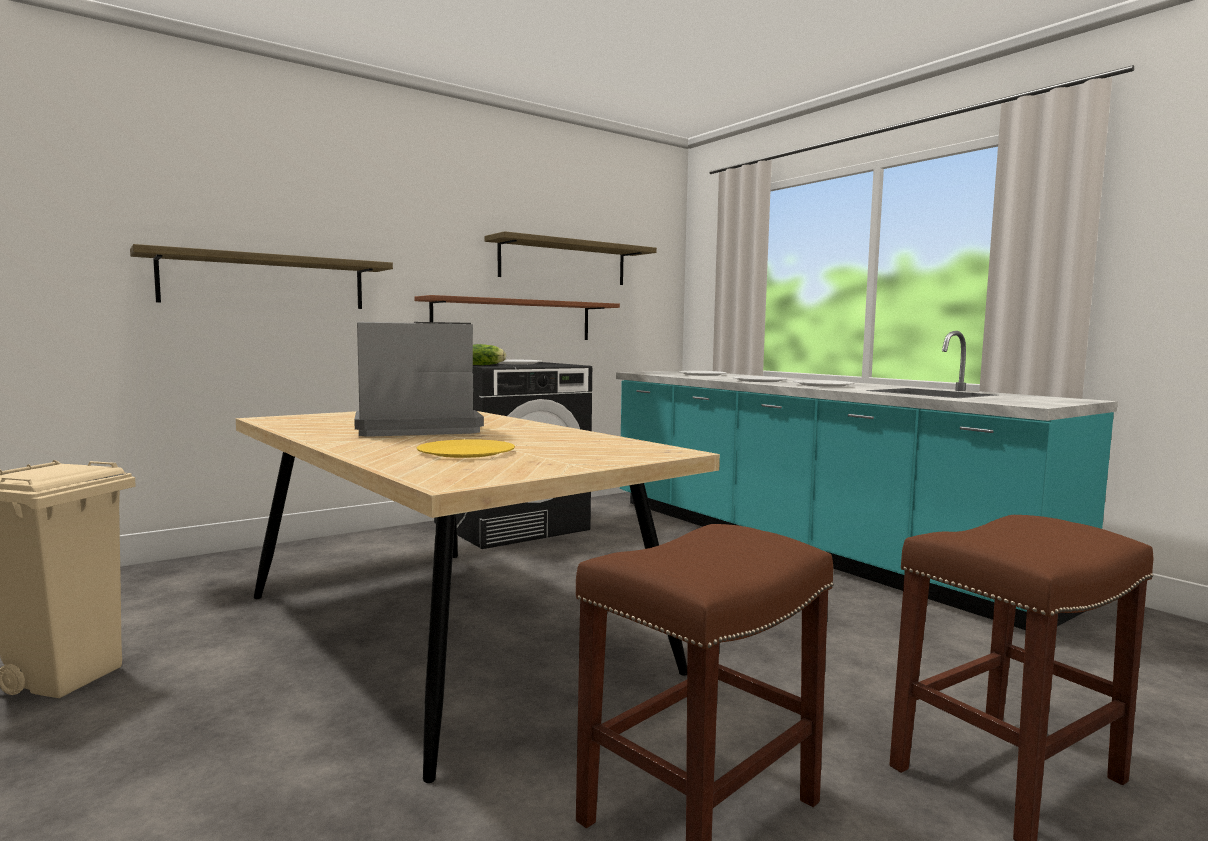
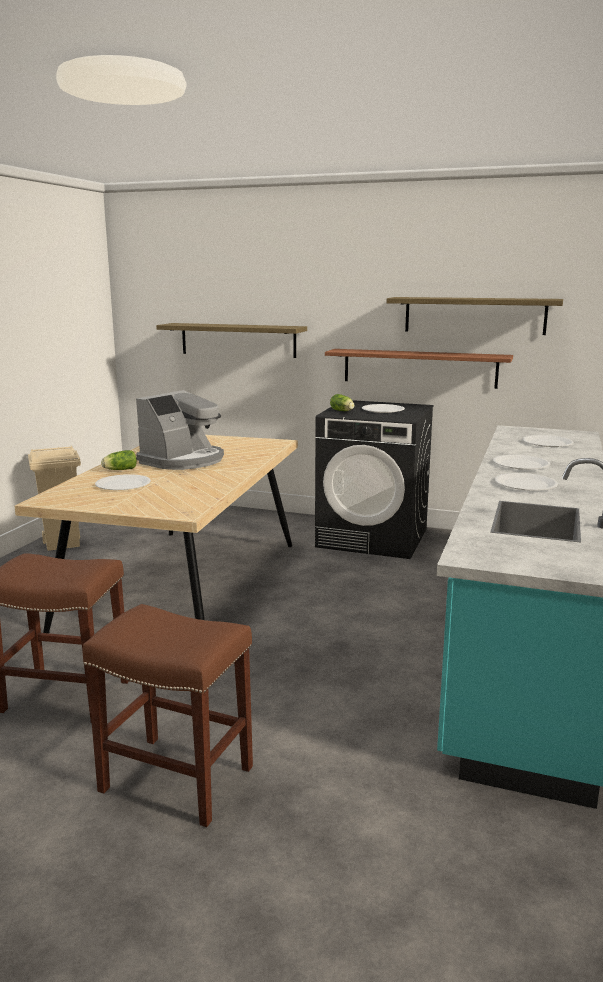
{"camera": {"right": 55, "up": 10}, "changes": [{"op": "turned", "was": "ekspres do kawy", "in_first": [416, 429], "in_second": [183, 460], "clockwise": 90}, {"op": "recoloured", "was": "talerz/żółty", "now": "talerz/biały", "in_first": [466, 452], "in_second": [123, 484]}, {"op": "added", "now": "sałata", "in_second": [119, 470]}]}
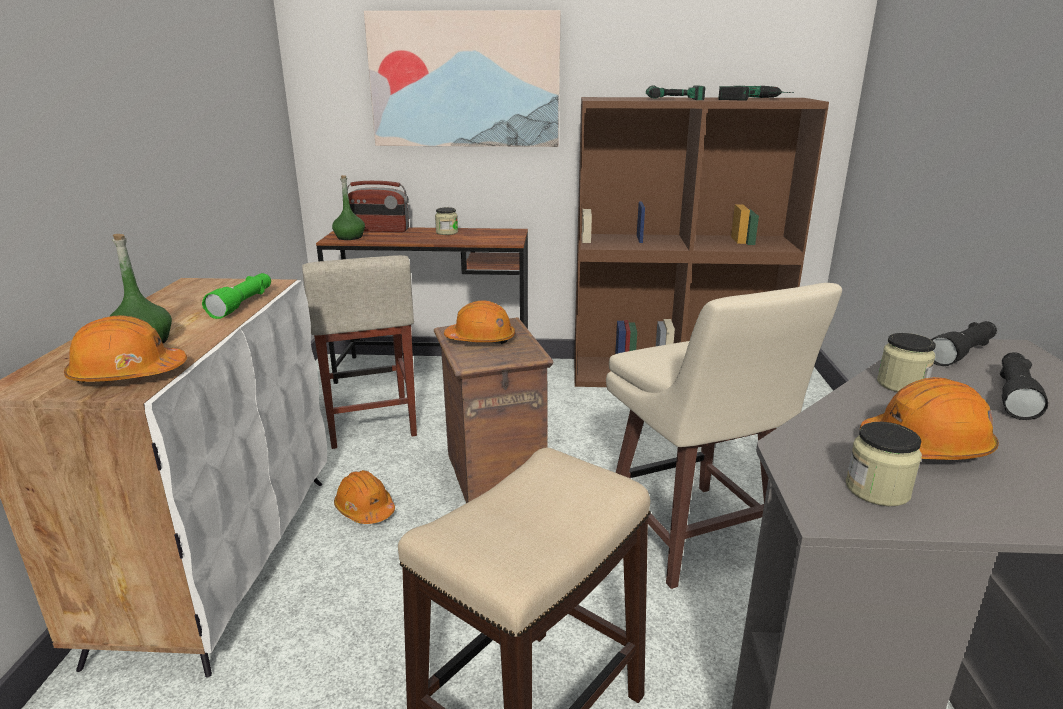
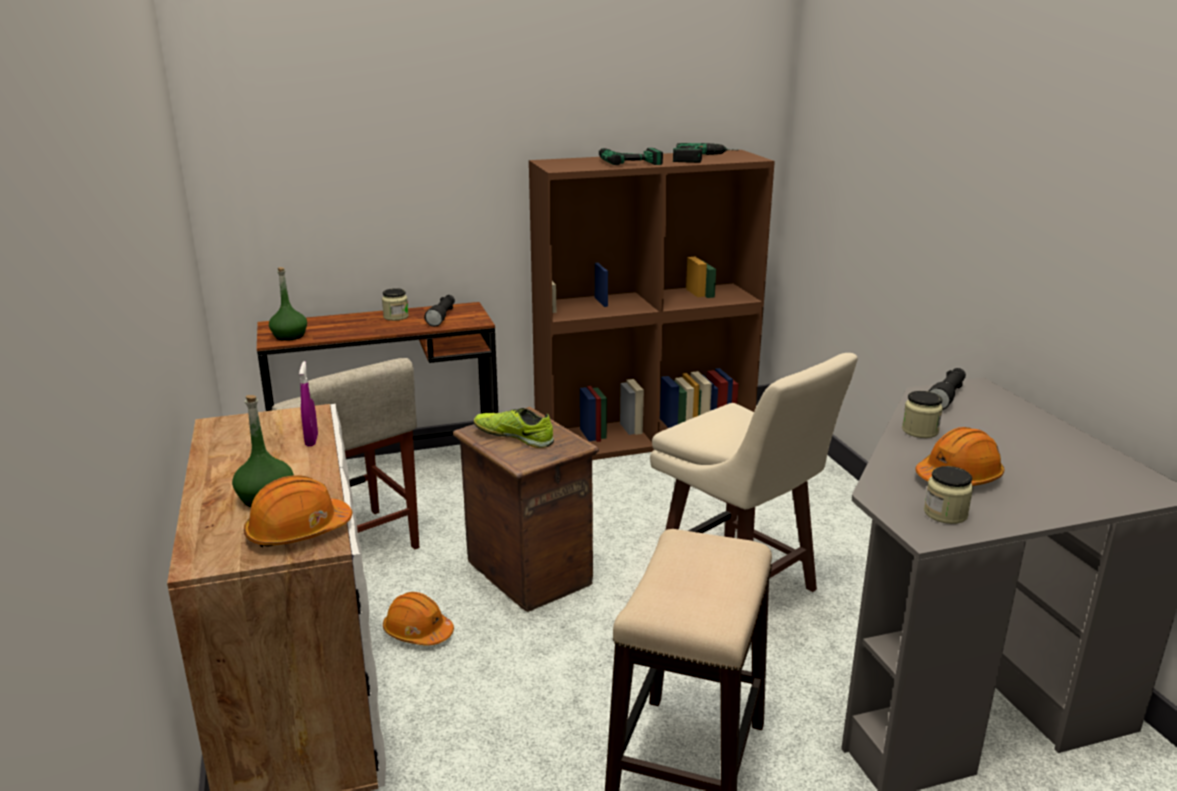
{"camera": {"right": -20, "up": 0}, "changes": [{"op": "replaced", "was": "latarka/zielony", "now": "spryskiwacz/fioletowy", "in_first": [243, 304], "in_second": [311, 440]}, {"op": "removed", "was": "radio", "in_first": [379, 230]}, {"op": "removed", "was": "obraz", "in_first": [465, 80]}, {"op": "replaced", "was": "kask/pomarańczowy", "now": "but", "in_first": [481, 339], "in_second": [514, 436]}, {"op": "moved", "was": "latarka/czarny", "in_first": [1014, 395], "in_second": [442, 316]}]}
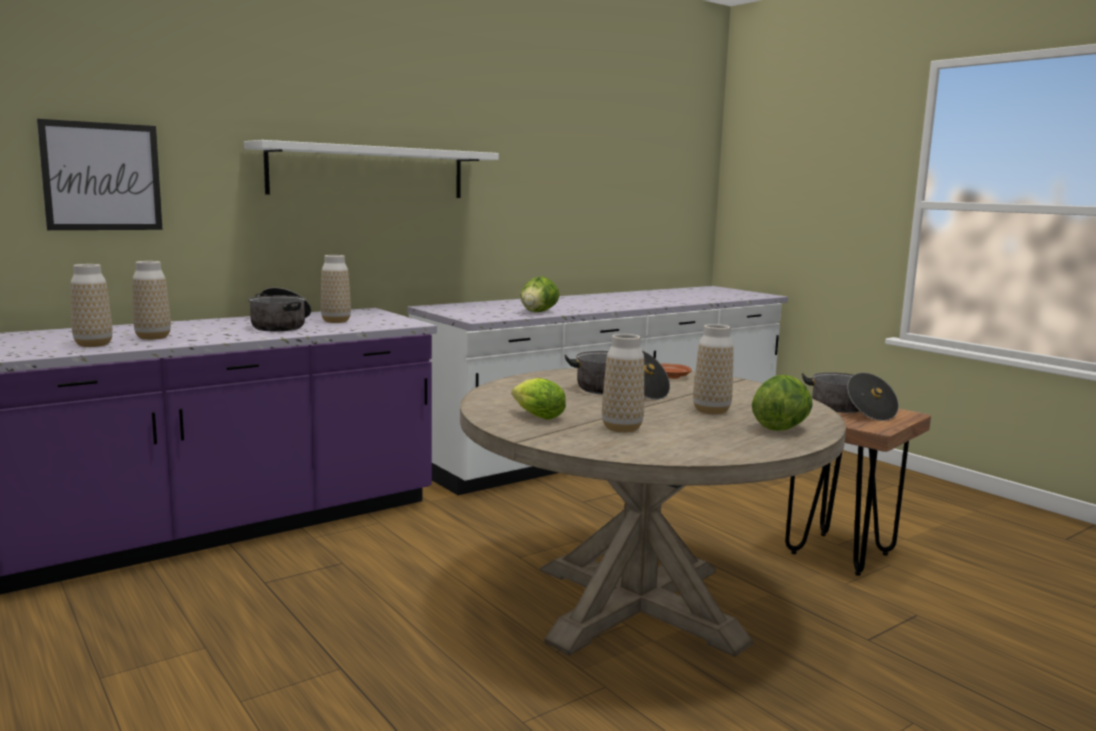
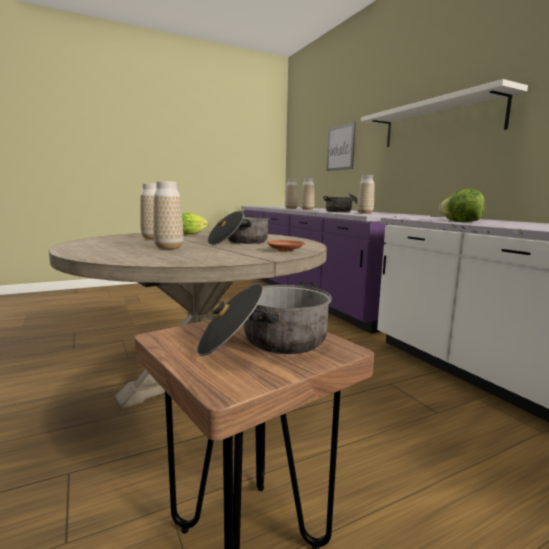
{"camera": {"right": 100, "up": 0}, "changes": [{"op": "removed", "was": "sałata", "in_first": [780, 428]}]}
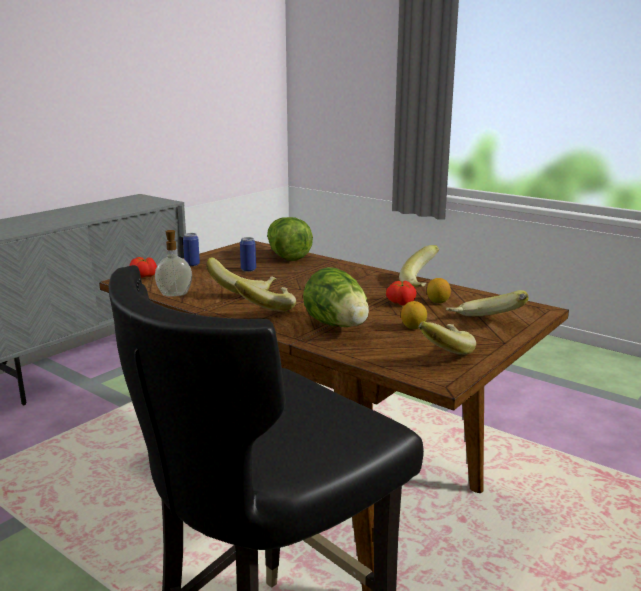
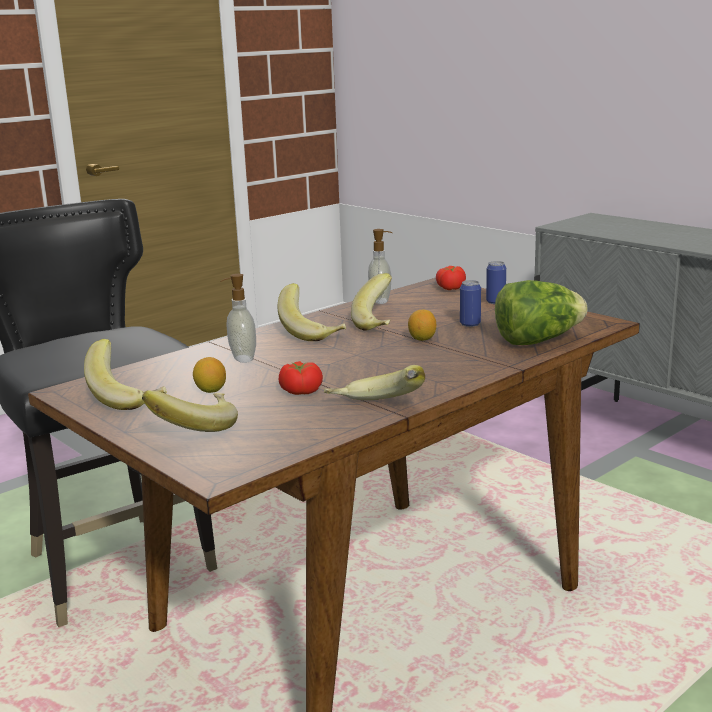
{"camera": {"right": 100, "up": 0}, "changes": [{"op": "replaced", "was": "sałata", "now": "dozownik mydła", "in_first": [338, 326], "in_second": [242, 359]}, {"op": "moved", "was": "cytryna", "in_first": [438, 302], "in_second": [422, 339]}]}
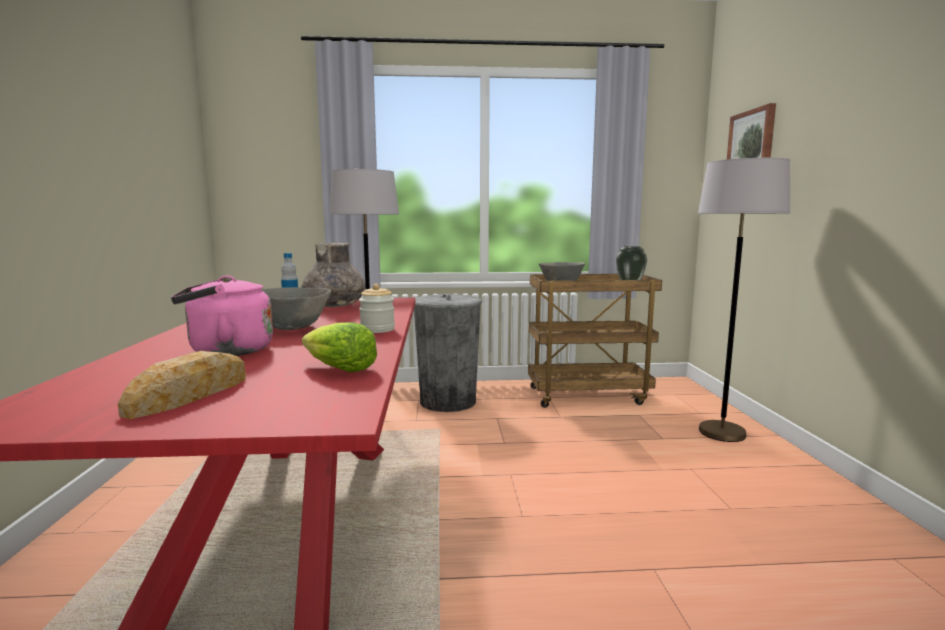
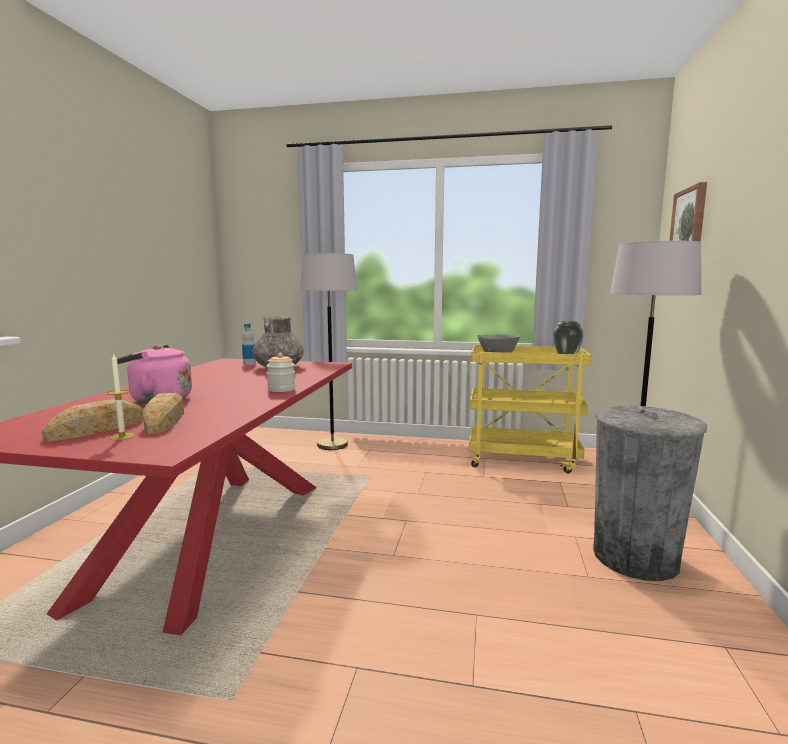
{"camera": {"right": 15, "up": 0}, "changes": [{"op": "removed", "was": "miska/szary", "in_first": [292, 328]}, {"op": "removed", "was": "sałata", "in_first": [338, 369]}, {"op": "moved", "was": "kosz na śmieci/szary", "in_first": [448, 401], "in_second": [635, 557]}, {"op": "recoloured", "was": "wózek/brązowy", "now": "wózek/żółty", "in_first": [588, 395], "in_second": [523, 460]}, {"op": "added", "now": "świeca", "in_second": [122, 436]}, {"op": "added", "now": "chleb", "in_second": [164, 420]}]}
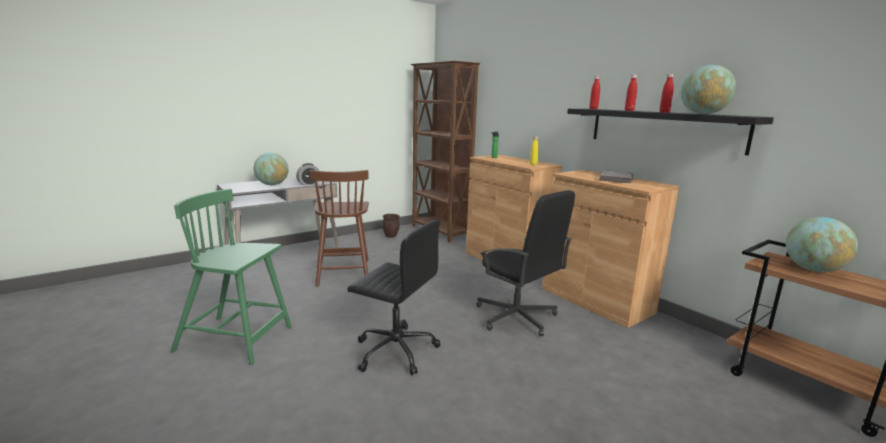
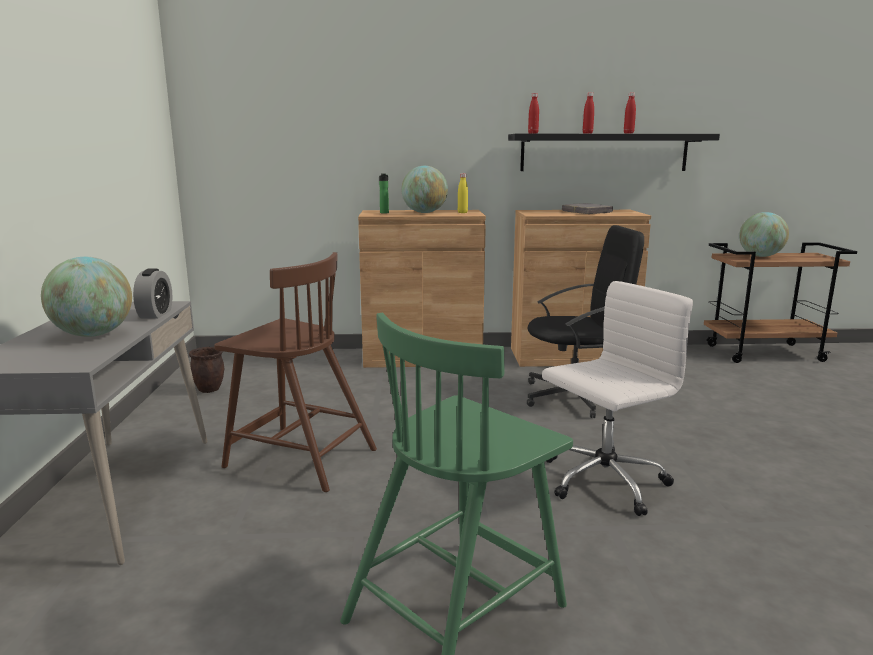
{"camera": {"right": -55, "up": 0}, "changes": [{"op": "recoloured", "was": "krzesło biurowe/czarny", "now": "krzesło biurowe/biały", "in_first": [394, 350], "in_second": [602, 481]}, {"op": "removed", "was": "regał/brązowy", "in_first": [440, 232]}, {"op": "moved", "was": "globus", "in_first": [703, 114], "in_second": [424, 212]}]}
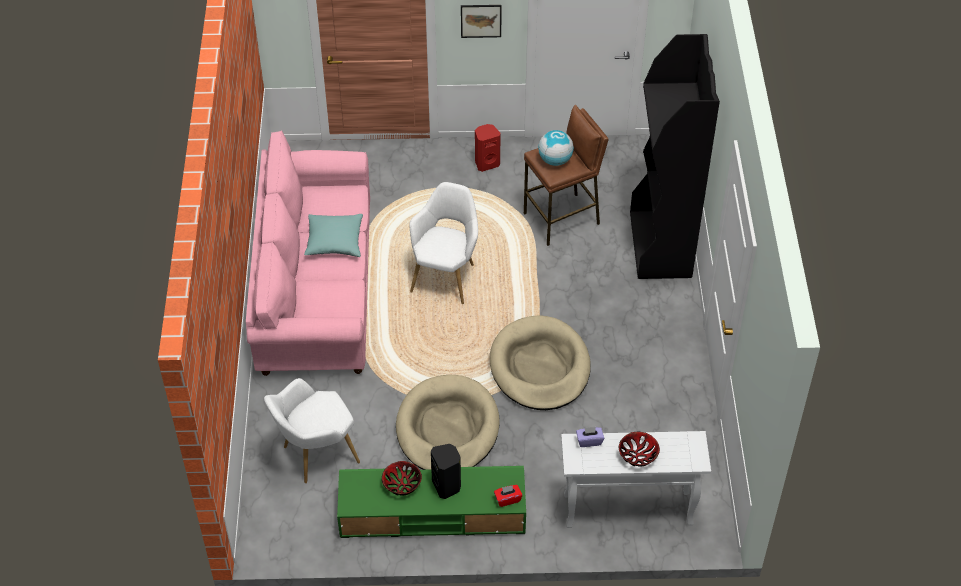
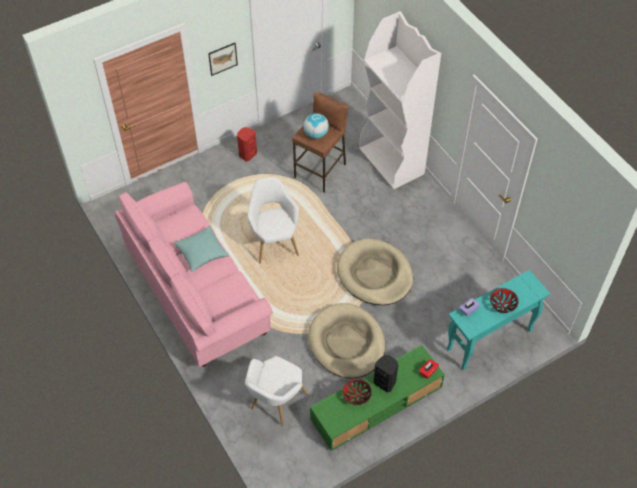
{"camera": {"right": -30, "up": 5}, "changes": [{"op": "recoloured", "was": "stolik konsolowy/biały", "now": "stolik konsolowy/turkusowy", "in_first": [626, 510], "in_second": [489, 340]}, {"op": "recoloured", "was": "regał/czarny", "now": "regał/biały", "in_first": [661, 245], "in_second": [392, 161]}]}
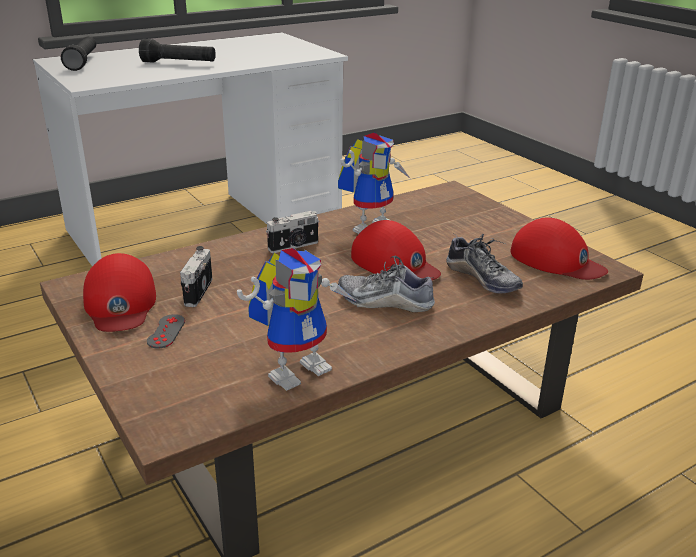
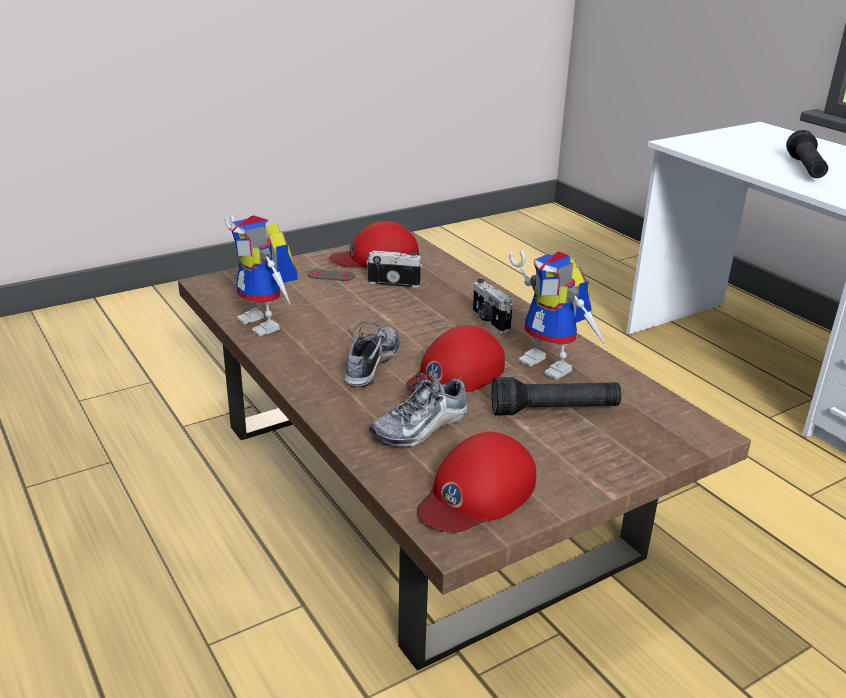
{"camera": {"right": 90, "up": 0}, "changes": [{"op": "moved", "was": "latarka/czarny", "in_first": [83, 62], "in_second": [554, 411]}]}
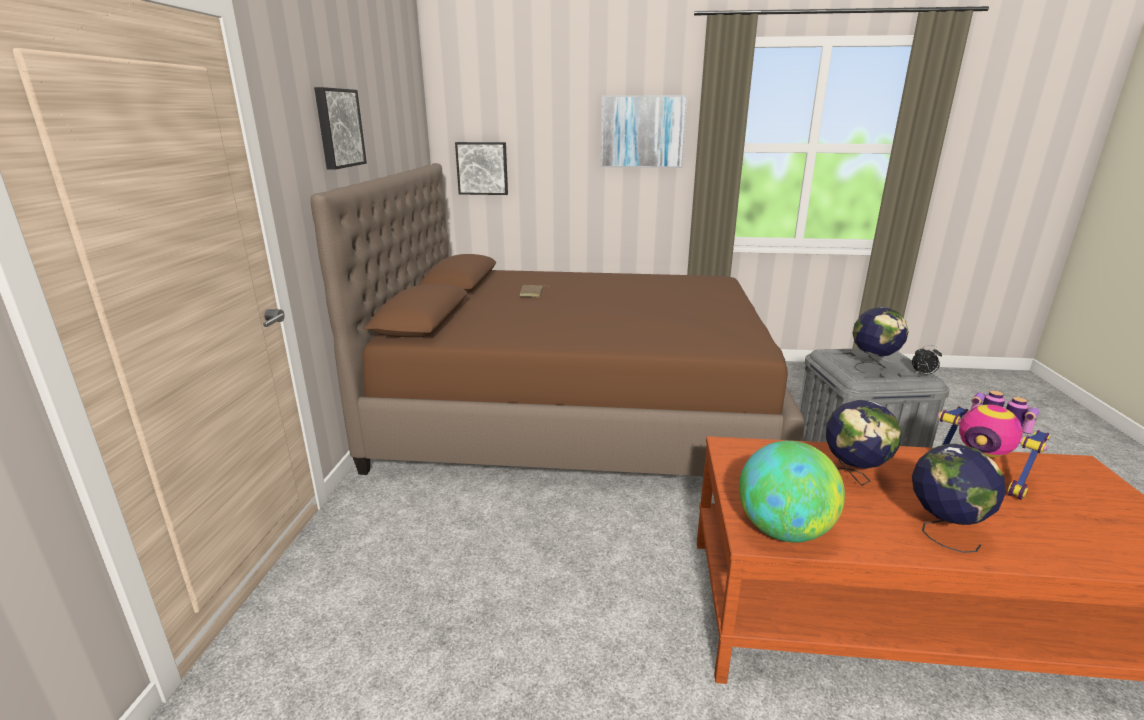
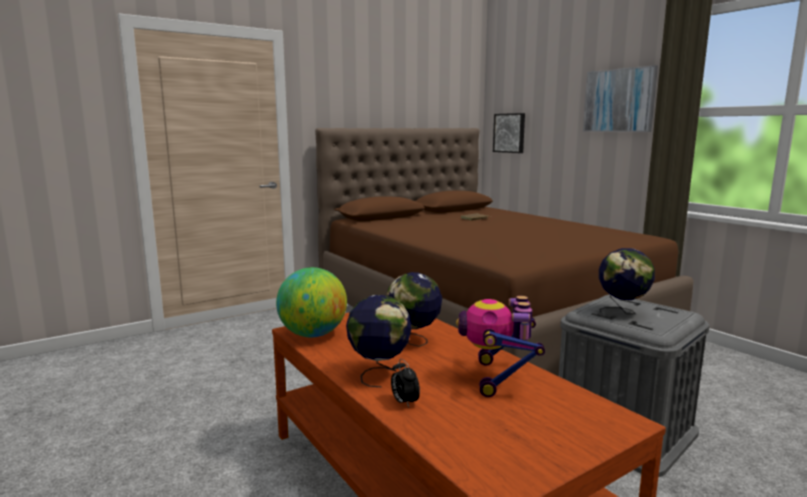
{"camera": {"right": 50, "up": -10}, "changes": [{"op": "removed", "was": "obraz", "in_first": [338, 128]}, {"op": "moved", "was": "budzik", "in_first": [923, 374], "in_second": [404, 402]}]}
